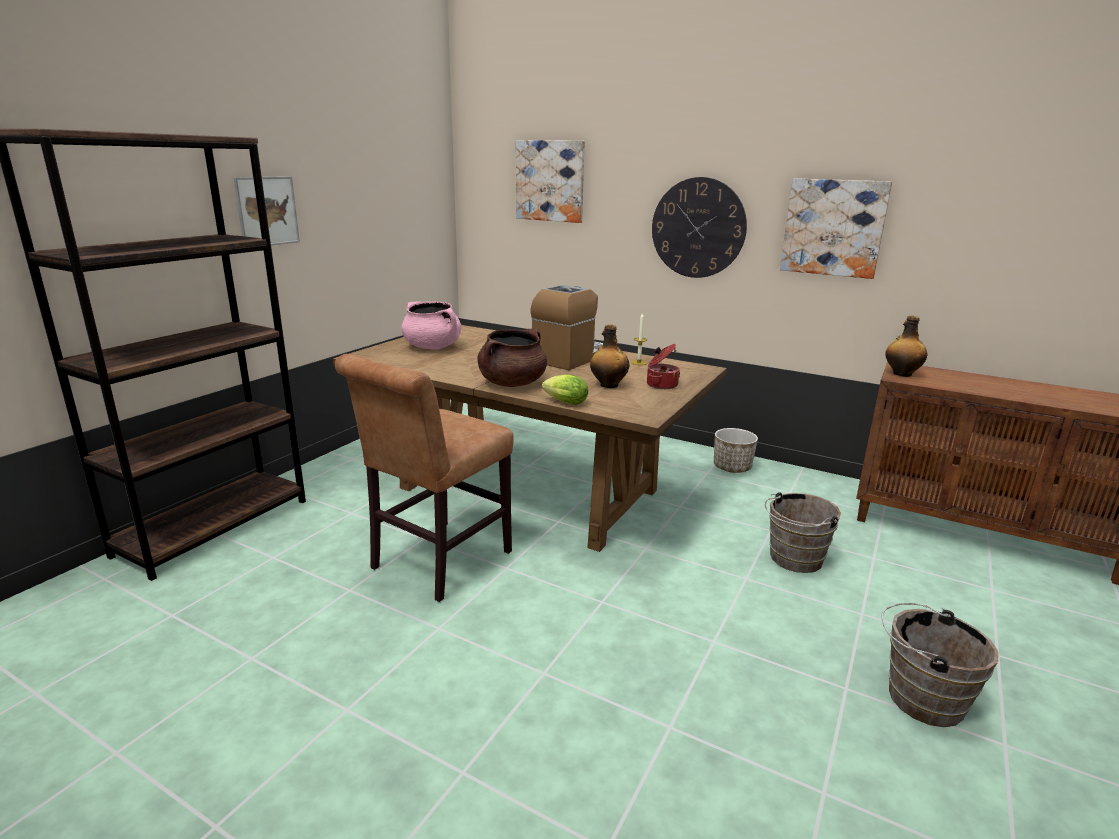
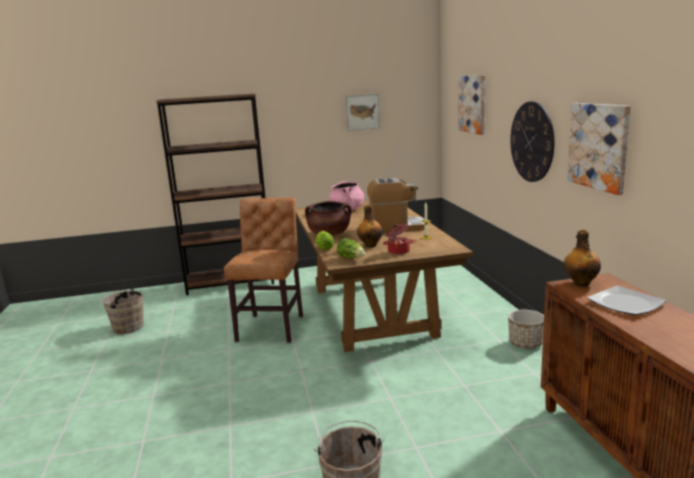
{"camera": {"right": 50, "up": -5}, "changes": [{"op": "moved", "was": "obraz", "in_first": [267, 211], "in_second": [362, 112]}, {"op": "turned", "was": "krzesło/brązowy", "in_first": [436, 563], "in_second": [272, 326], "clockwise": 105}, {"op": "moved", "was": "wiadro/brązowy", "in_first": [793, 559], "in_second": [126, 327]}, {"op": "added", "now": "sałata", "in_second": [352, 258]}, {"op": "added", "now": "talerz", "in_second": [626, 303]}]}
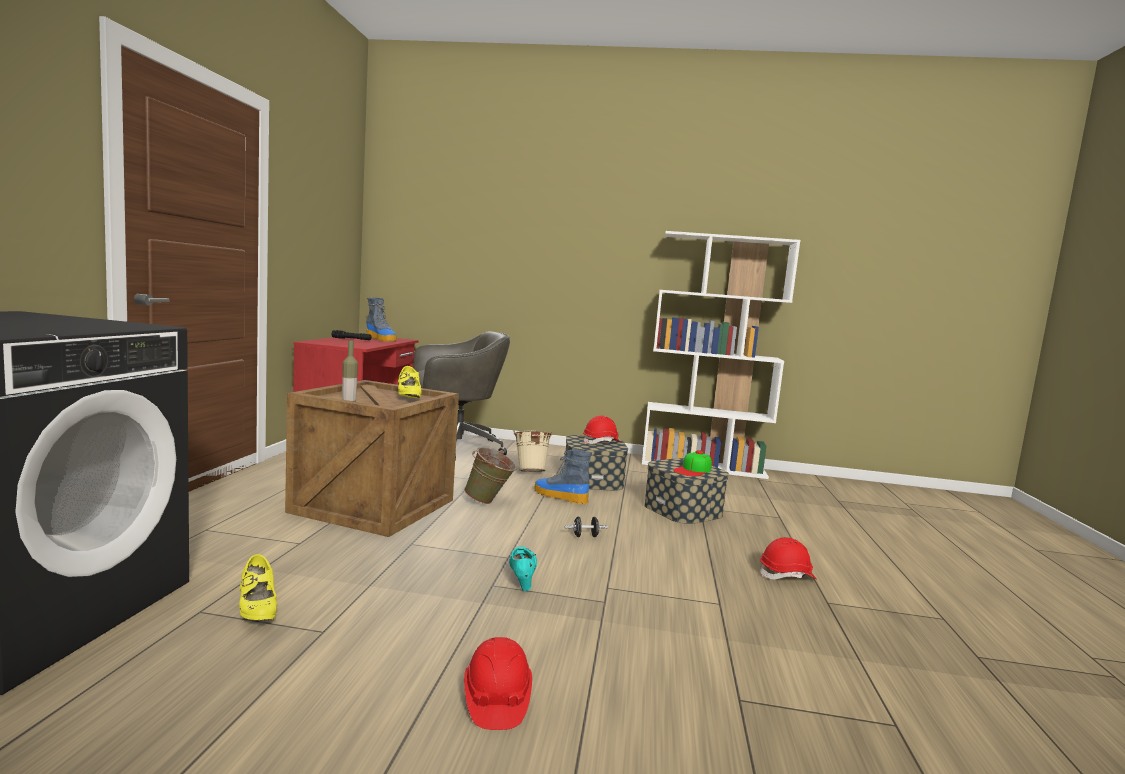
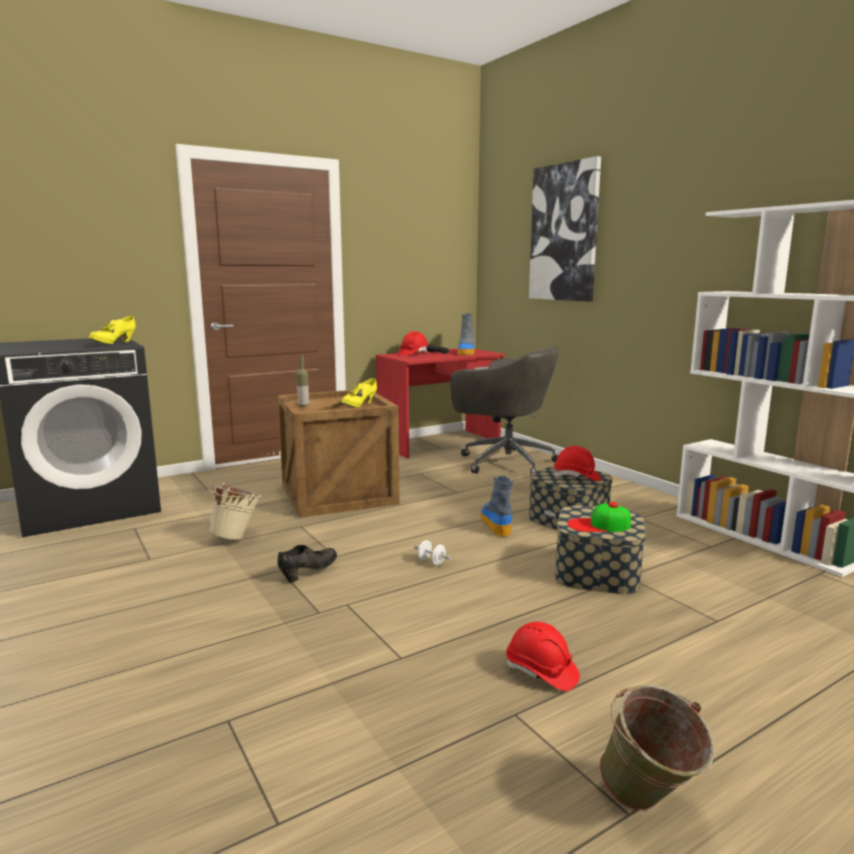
{"camera": {"right": 50, "up": 5}, "changes": [{"op": "moved", "was": "but/żółty", "in_first": [257, 610], "in_second": [114, 344]}, {"op": "moved", "was": "wiadro/zielony", "in_first": [489, 502], "in_second": [649, 805]}, {"op": "moved", "was": "kask/czerwony", "in_first": [496, 700], "in_second": [413, 354]}, {"op": "recoloured", "was": "but/turkusowy", "now": "but/czarny", "in_first": [521, 577], "in_second": [309, 573]}, {"op": "moved", "was": "wiadro/beżowy", "in_first": [530, 472], "in_second": [237, 537]}, {"op": "recoloured", "was": "hantel/czarny", "now": "hantel/biały", "in_first": [585, 536], "in_second": [431, 562]}, {"op": "added", "now": "obraz", "in_second": [564, 233]}]}
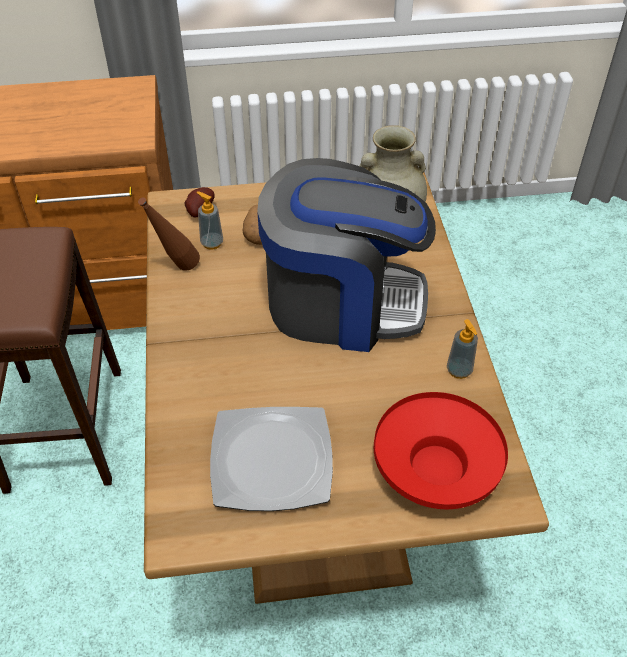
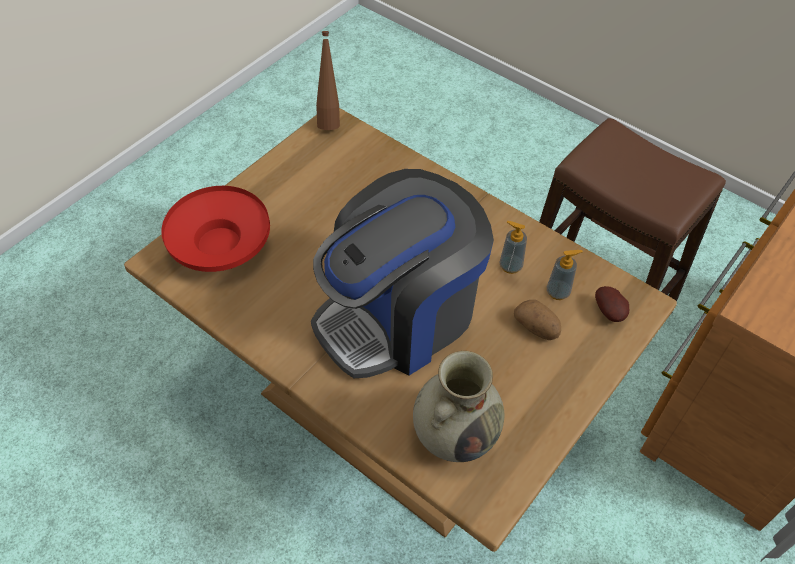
{"camera": {"right": 135, "up": 5}, "changes": [{"op": "moved", "was": "butelka/brązowy", "in_first": [176, 270], "in_second": [329, 120]}, {"op": "removed", "was": "talerz", "in_first": [270, 461]}, {"op": "moved", "was": "dozownik mydła", "in_first": [459, 370], "in_second": [510, 266]}]}
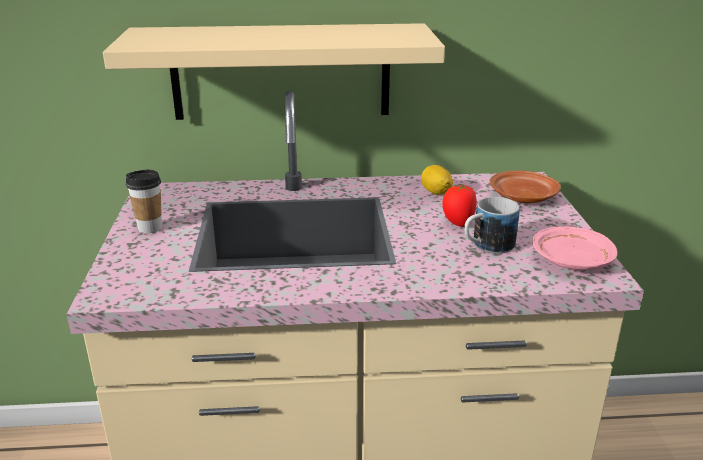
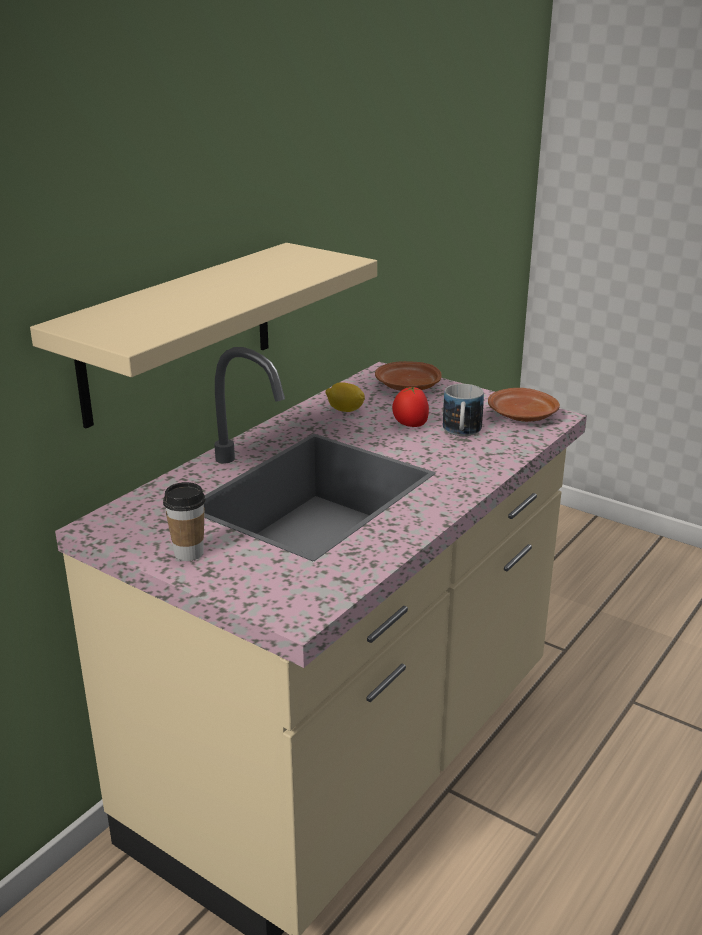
{"camera": {"right": -50, "up": 0}, "changes": [{"op": "recoloured", "was": "talerz/różowy", "now": "talerz/brązowy", "in_first": [571, 261], "in_second": [522, 416]}]}
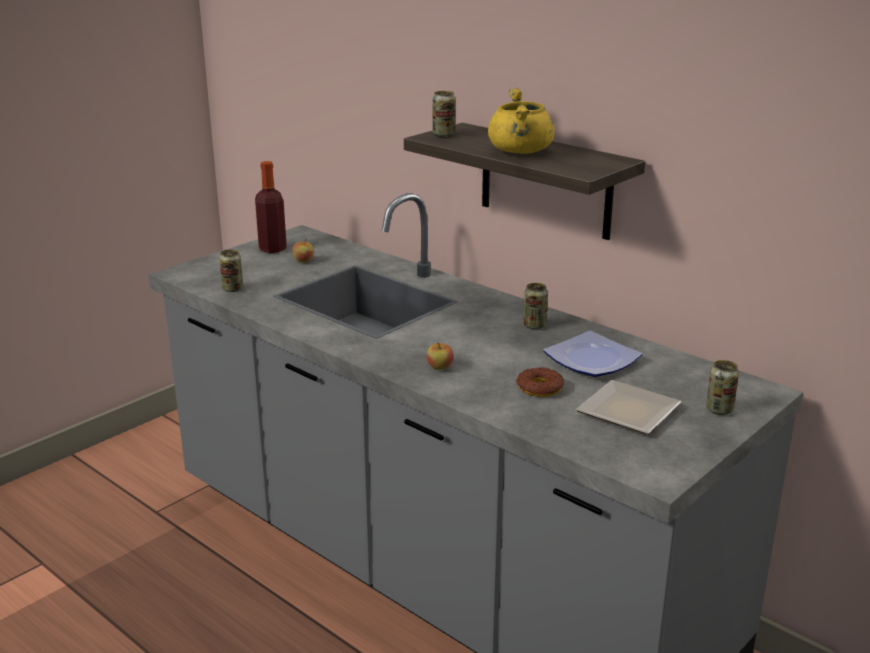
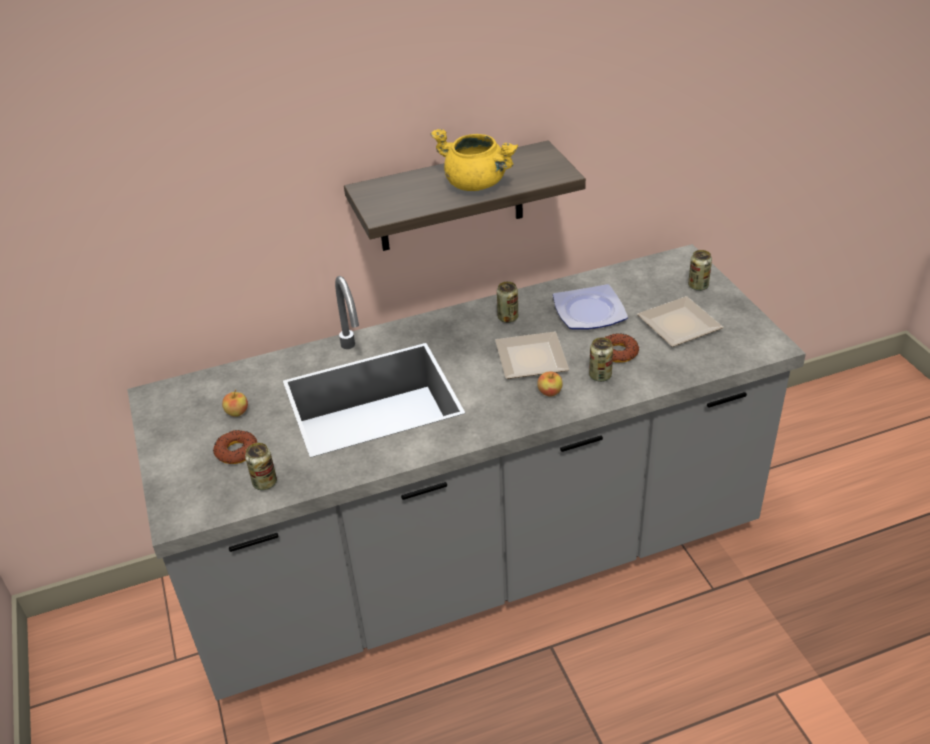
{"camera": {"right": -60, "up": 15}, "changes": [{"op": "removed", "was": "butelka", "in_first": [272, 249]}, {"op": "moved", "was": "puszka", "in_first": [443, 135], "in_second": [600, 376]}, {"op": "added", "now": "donut", "in_second": [236, 451]}, {"op": "added", "now": "talerz", "in_second": [529, 360]}]}
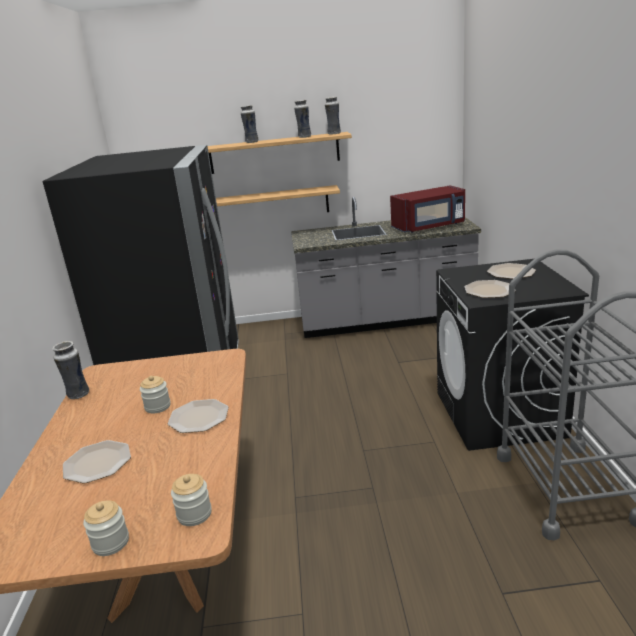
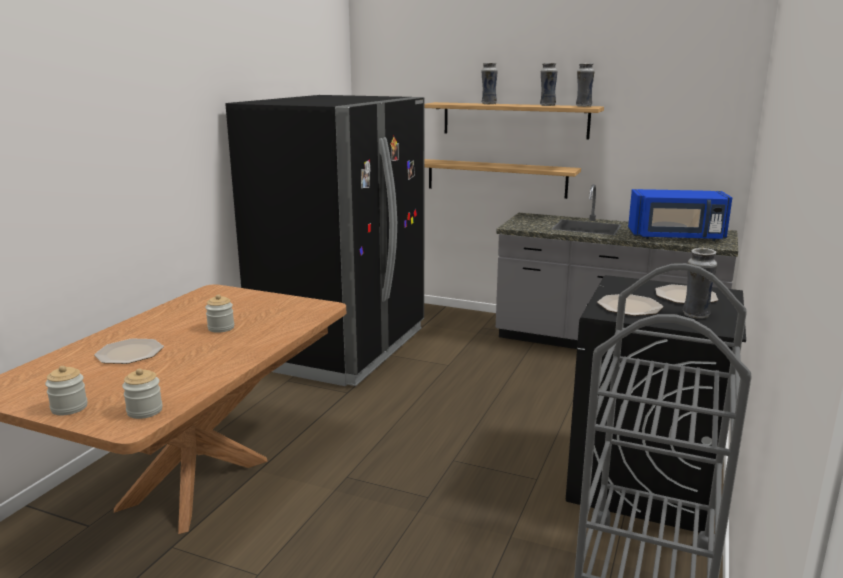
{"camera": {"right": 25, "up": -5}, "changes": [{"op": "moved", "was": "wazon", "in_first": [78, 395], "in_second": [695, 315]}, {"op": "removed", "was": "talerz", "in_first": [199, 417]}, {"op": "recoloured", "was": "mikrofalówka/czerwony", "now": "mikrofalówka/niebieski", "in_first": [429, 227], "in_second": [676, 237]}]}
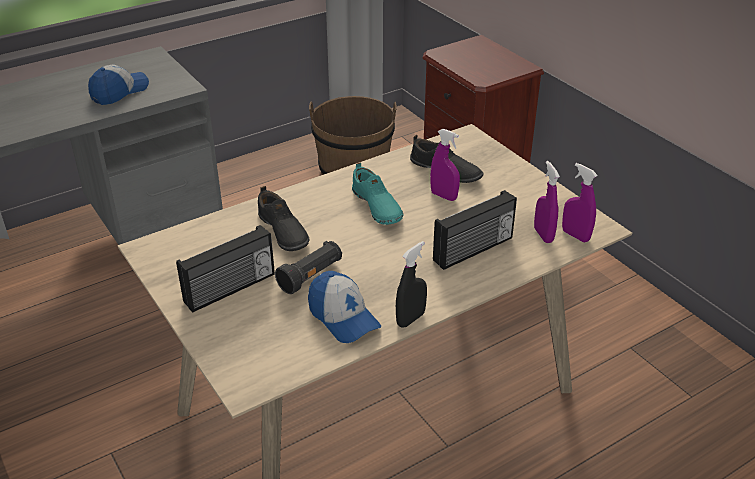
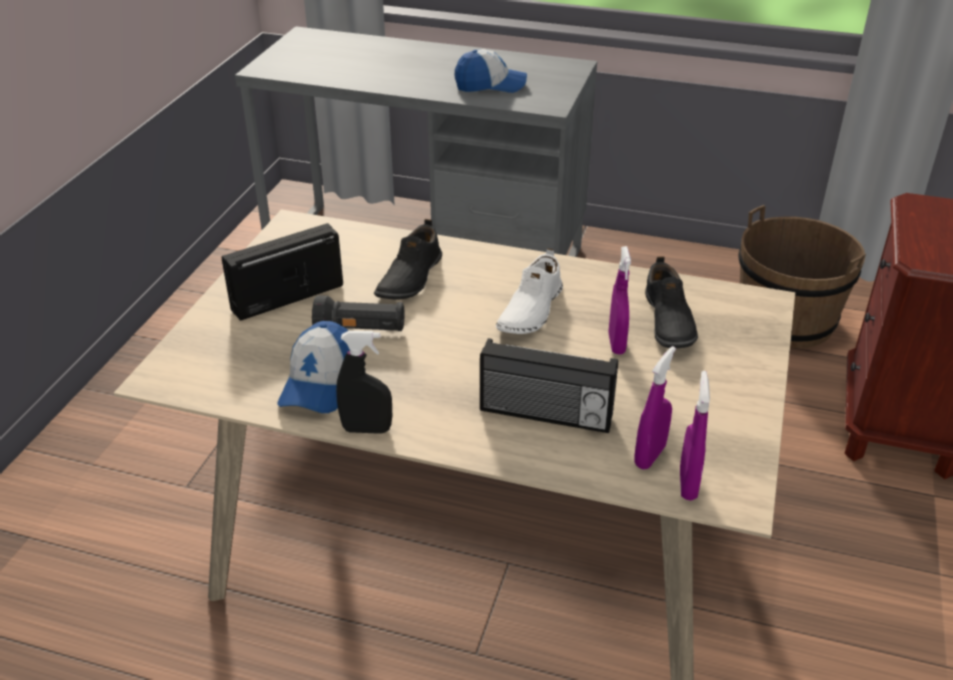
{"camera": {"right": 50, "up": 0}, "changes": [{"op": "turned", "was": "radio", "in_first": [231, 289], "in_second": [287, 296], "clockwise": 135}, {"op": "recoloured", "was": "but/turkusowy", "now": "but/biały", "in_first": [376, 207], "in_second": [529, 310]}]}
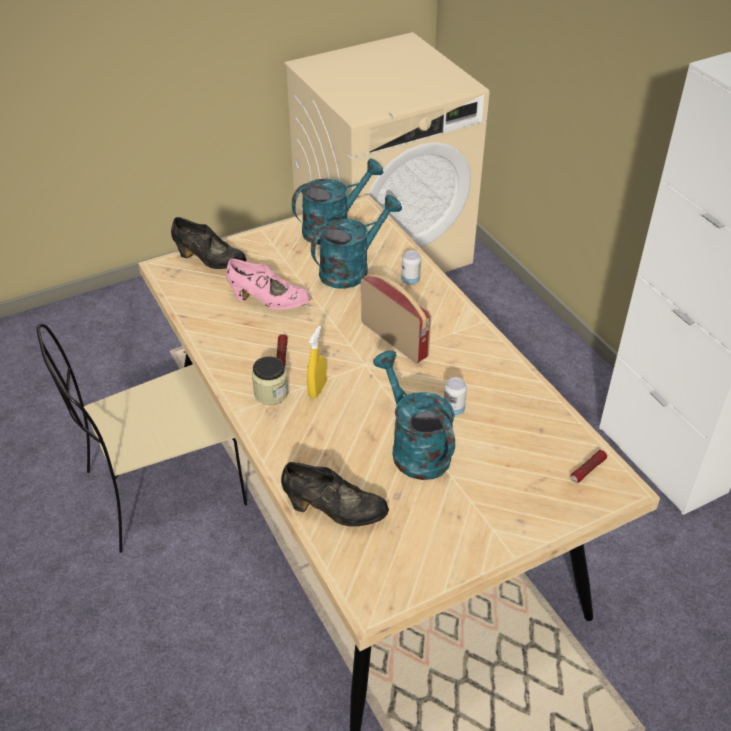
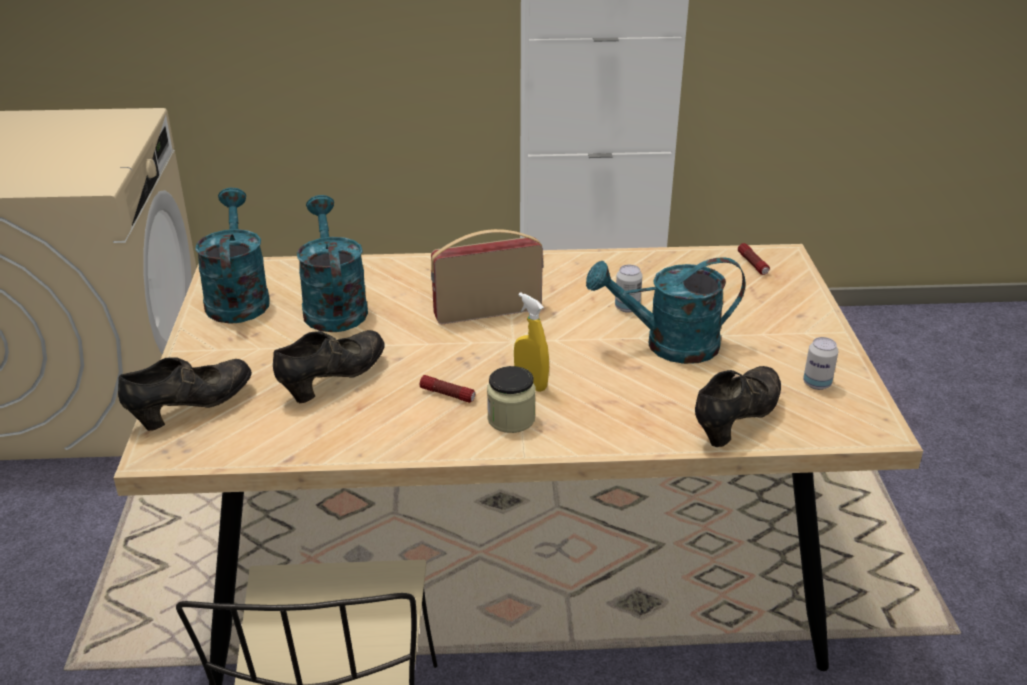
{"camera": {"right": -65, "up": -10}, "changes": [{"op": "recoloured", "was": "but/różowy", "now": "but/czarny", "in_first": [268, 302], "in_second": [334, 380]}, {"op": "moved", "was": "puszka", "in_first": [410, 281], "in_second": [817, 384]}]}
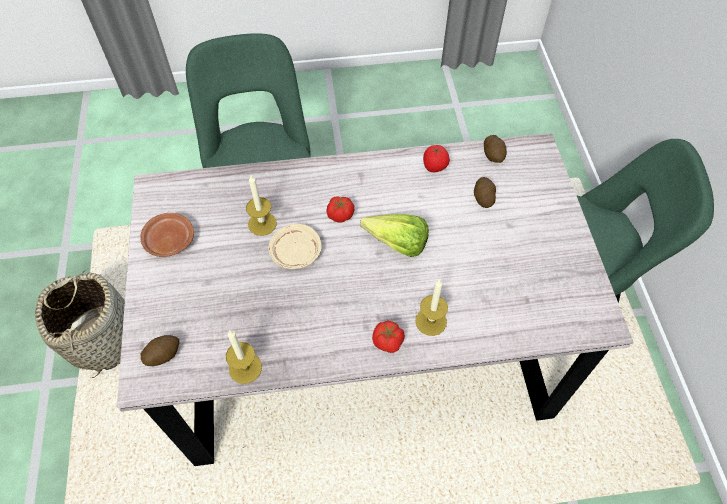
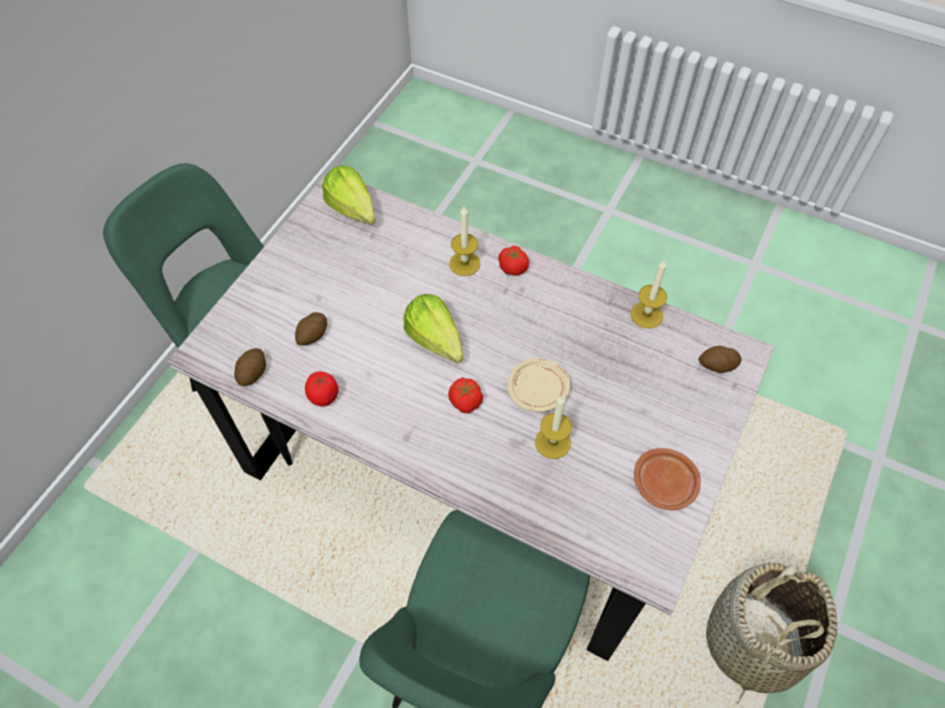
{"camera": {"right": -145, "up": 0}, "changes": [{"op": "added", "now": "sałata", "in_second": [354, 214]}]}
